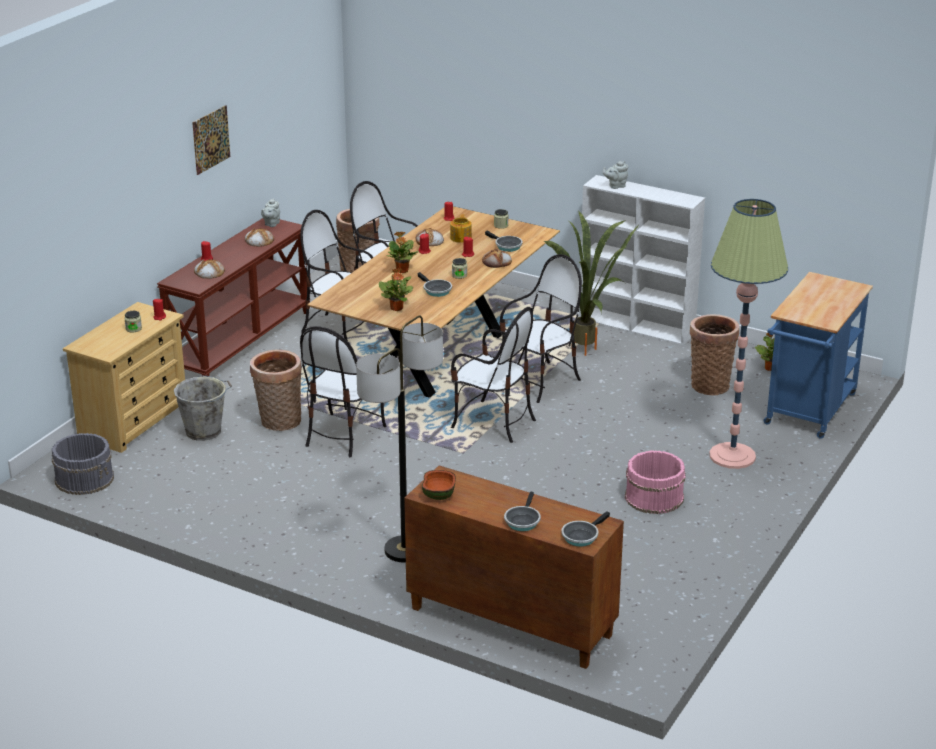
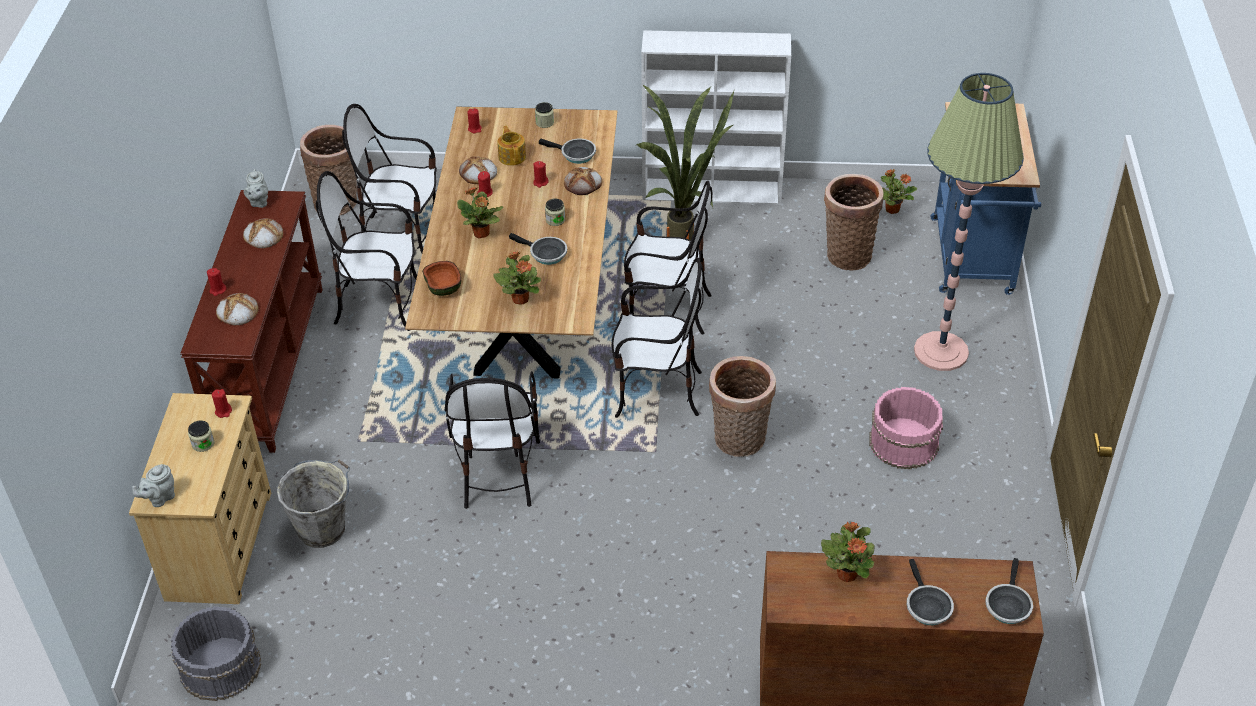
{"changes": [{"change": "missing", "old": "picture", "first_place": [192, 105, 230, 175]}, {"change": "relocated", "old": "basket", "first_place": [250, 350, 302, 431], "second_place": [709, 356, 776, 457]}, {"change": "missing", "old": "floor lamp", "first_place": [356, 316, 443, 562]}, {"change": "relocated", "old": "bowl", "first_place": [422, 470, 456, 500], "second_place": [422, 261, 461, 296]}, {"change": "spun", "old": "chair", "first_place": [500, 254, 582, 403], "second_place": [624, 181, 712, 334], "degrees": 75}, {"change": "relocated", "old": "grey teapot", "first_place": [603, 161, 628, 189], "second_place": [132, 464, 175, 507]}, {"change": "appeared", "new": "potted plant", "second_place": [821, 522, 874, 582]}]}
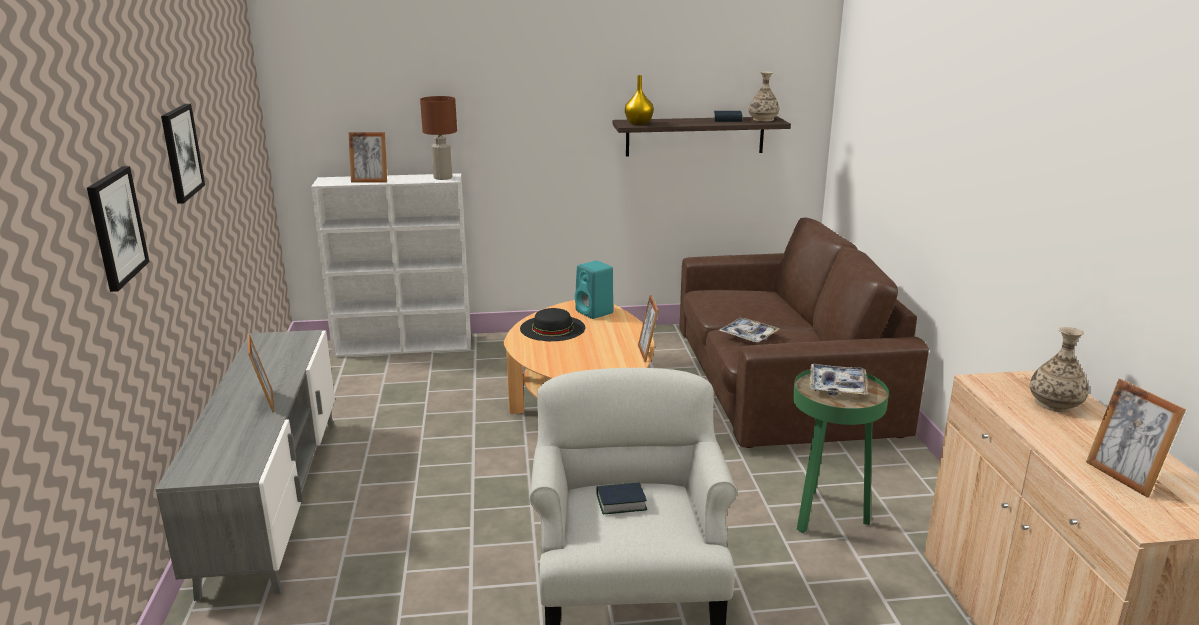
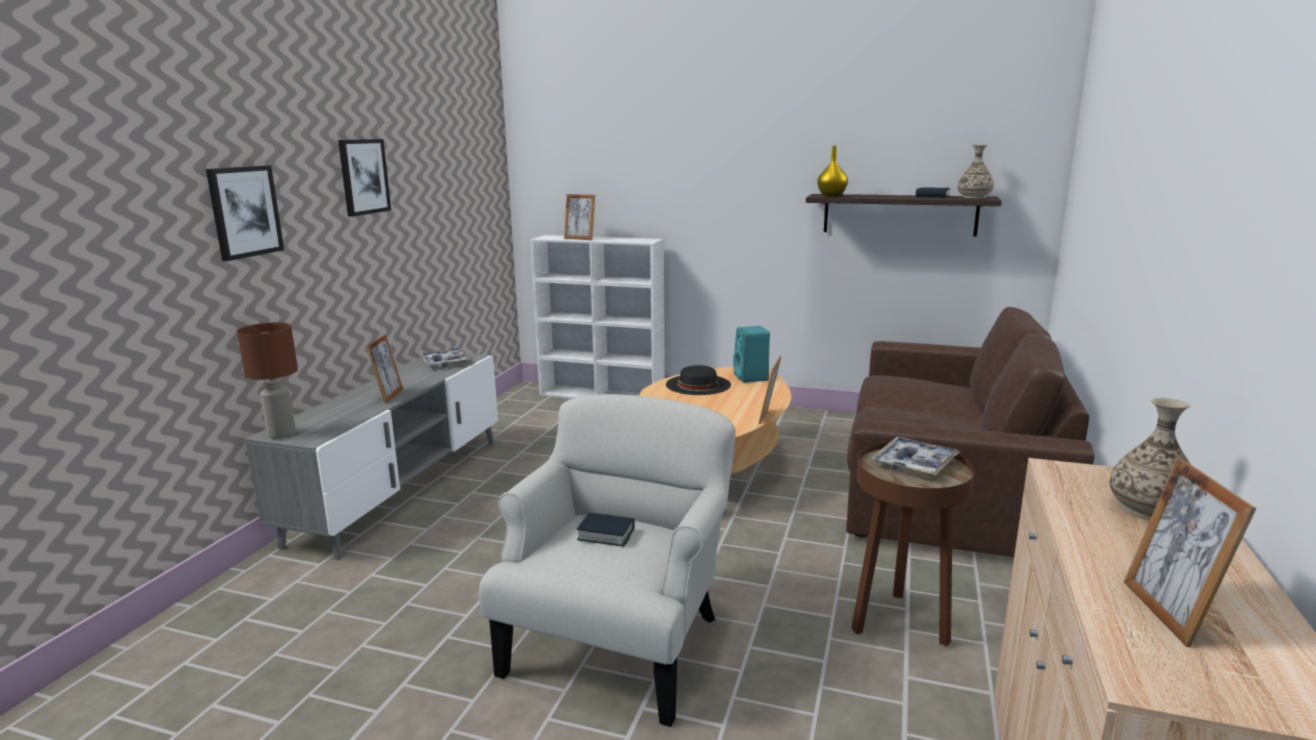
{"changes": [{"change": "relocated", "old": "brown table lamp", "first_place": [420, 96, 457, 180], "second_place": [237, 322, 298, 439]}, {"change": "relocated", "old": "tray", "first_place": [718, 318, 780, 343], "second_place": [420, 348, 470, 367]}, {"change": "colour", "old": "green side table", "new": "brown side table", "first_place": [793, 369, 889, 533], "second_place": [851, 443, 974, 646]}]}
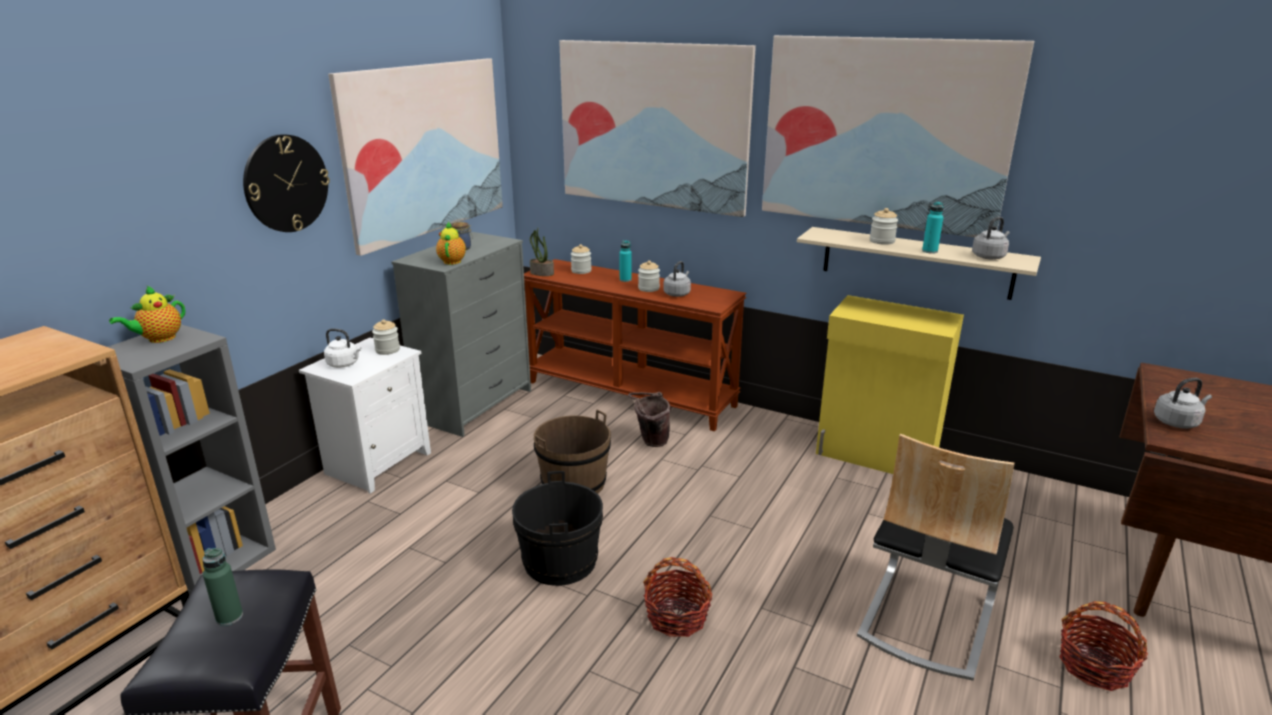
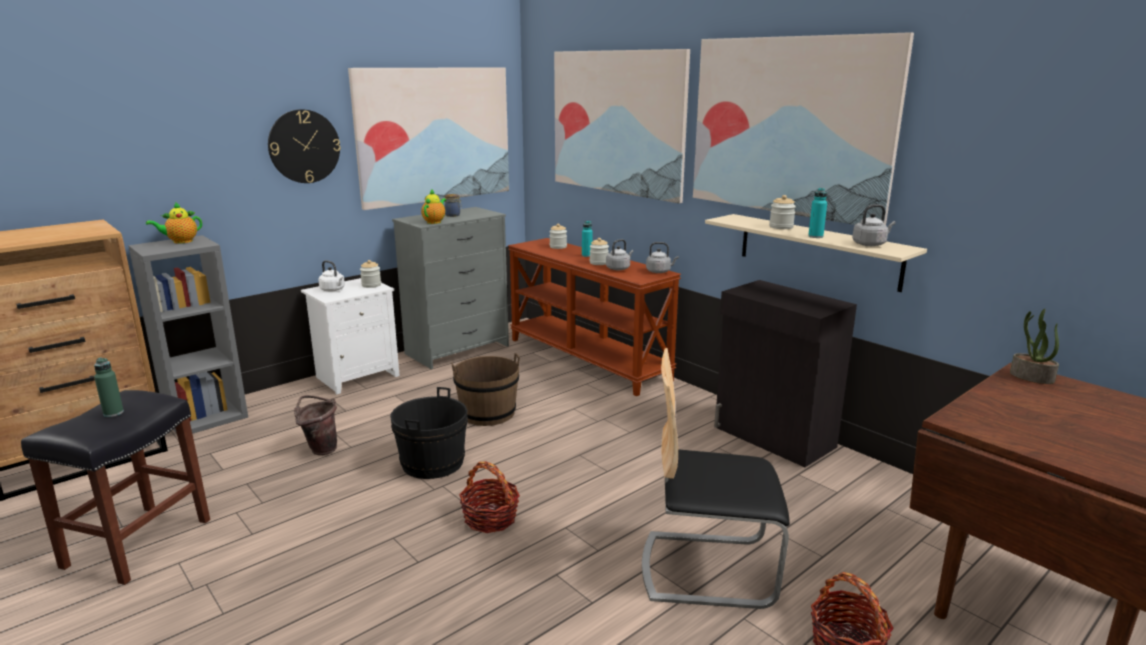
{"changes": [{"change": "relocated", "old": "potted plant", "first_place": [530, 228, 554, 276], "second_place": [1010, 308, 1059, 384]}, {"change": "relocated", "old": "brown bucket", "first_place": [628, 392, 671, 447], "second_place": [294, 395, 337, 455]}, {"change": "colour", "old": "yellow cabinet", "new": "black cabinet", "first_place": [816, 295, 964, 474], "second_place": [714, 280, 857, 467]}, {"change": "spun", "old": "chair", "first_place": [857, 434, 1014, 681], "second_place": [642, 348, 790, 609], "degrees": 45}, {"change": "relocated", "old": "grey kettle", "first_place": [1154, 378, 1212, 429], "second_place": [646, 242, 679, 273]}]}
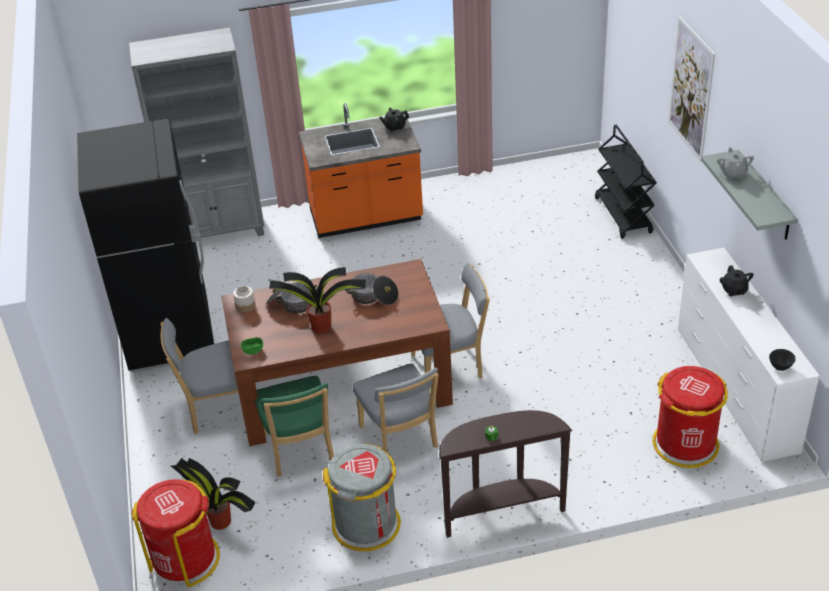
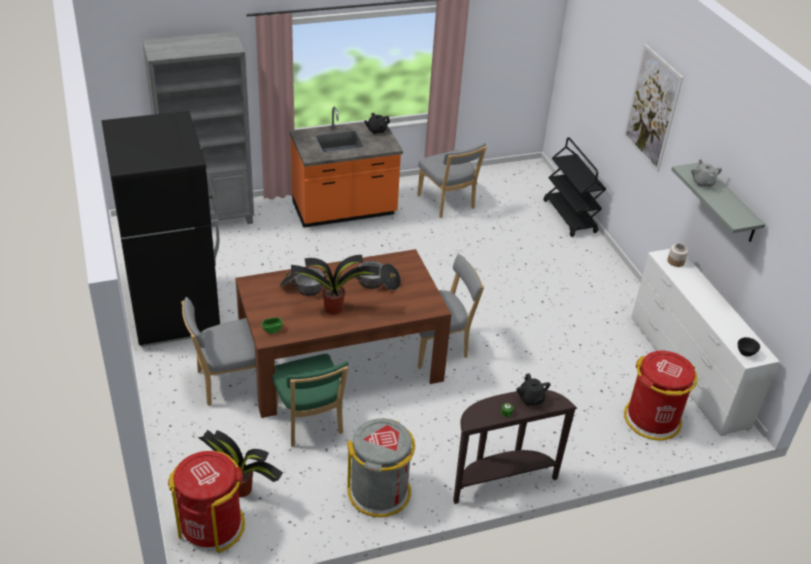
{"changes": [{"change": "relocated", "old": "jar", "first_place": [233, 286, 256, 313], "second_place": [667, 244, 688, 267]}, {"change": "relocated", "old": "grey chair", "first_place": [353, 364, 439, 453], "second_place": [417, 143, 487, 218]}, {"change": "relocated", "old": "black teapot", "first_place": [720, 265, 754, 297], "second_place": [516, 373, 551, 406]}]}
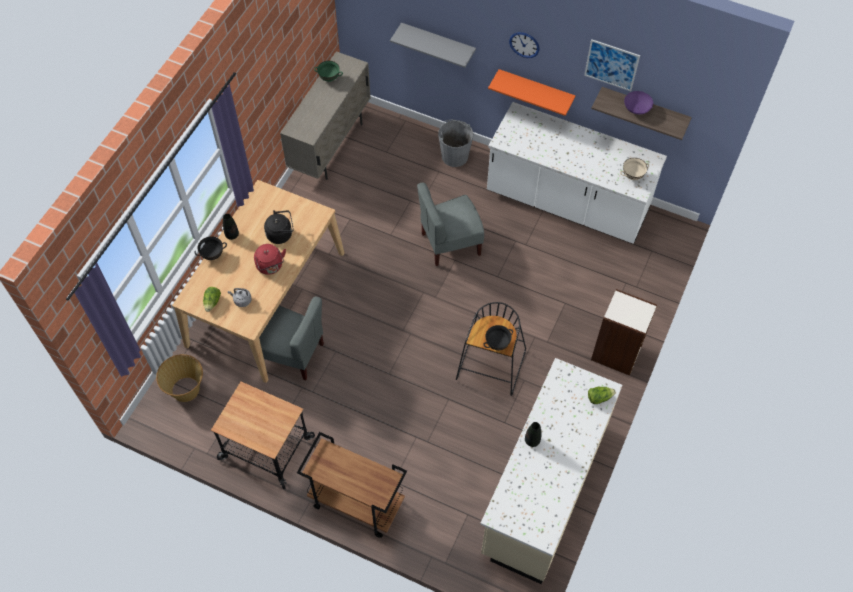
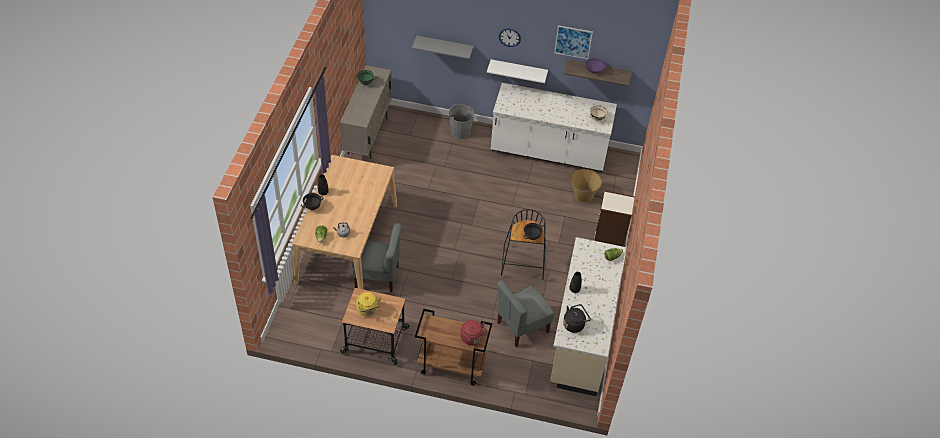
{"changes": [{"change": "relocated", "old": "basket", "first_place": [156, 354, 203, 402], "second_place": [571, 169, 602, 203]}, {"change": "relocated", "old": "red kettle", "first_place": [254, 244, 286, 275], "second_place": [460, 320, 487, 345]}, {"change": "relocated", "old": "black kettle", "first_place": [264, 210, 294, 244], "second_place": [563, 304, 591, 333]}, {"change": "relocated", "old": "grey chair", "first_place": [417, 182, 484, 266], "second_place": [497, 280, 554, 347]}, {"change": "colour", "old": "orange shelf", "new": "white shelf", "first_place": [488, 69, 575, 116], "second_place": [487, 59, 548, 83]}, {"change": "appeared", "new": "yellow kettle", "second_place": [356, 292, 382, 316]}]}
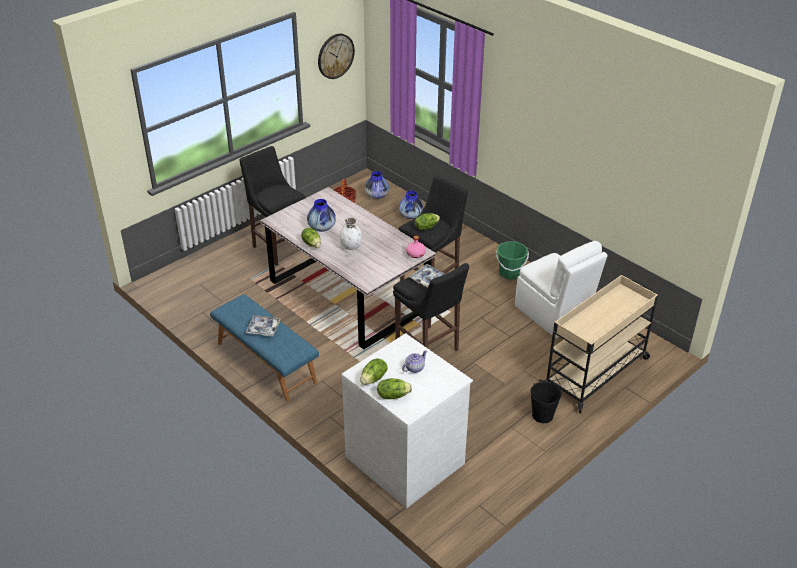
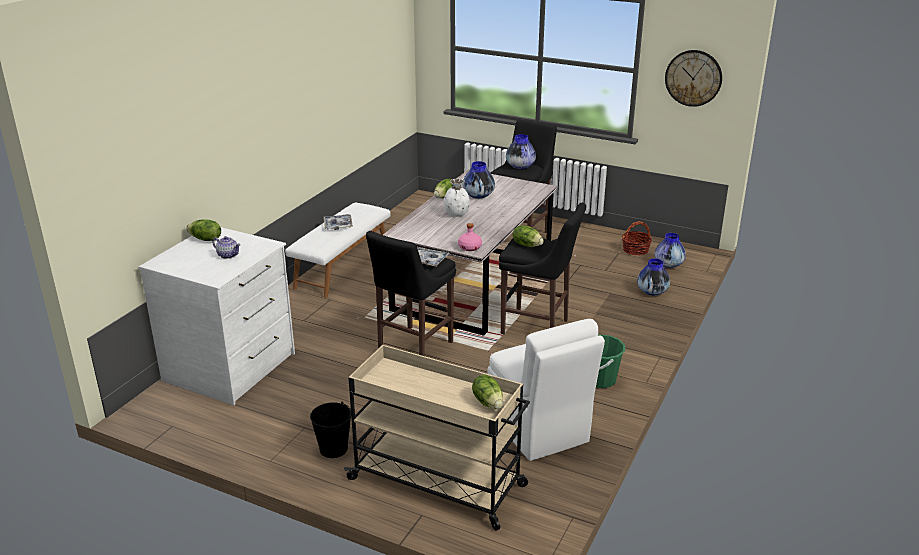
{"changes": [{"change": "colour", "old": "blue bench", "new": "white bench", "first_place": [210, 294, 319, 402], "second_place": [285, 202, 391, 298]}, {"change": "relocated", "old": "lettuce", "first_place": [377, 378, 412, 399], "second_place": [472, 375, 503, 409]}, {"change": "spun", "old": "white chair", "first_place": [515, 241, 608, 338], "second_place": [487, 319, 605, 461], "degrees": -60}, {"change": "appeared", "new": "vase", "second_place": [506, 134, 536, 169]}]}
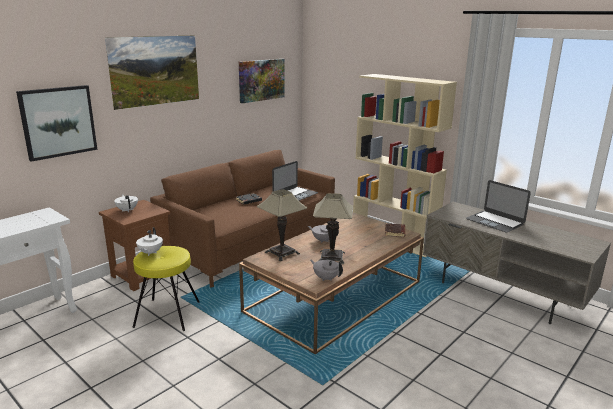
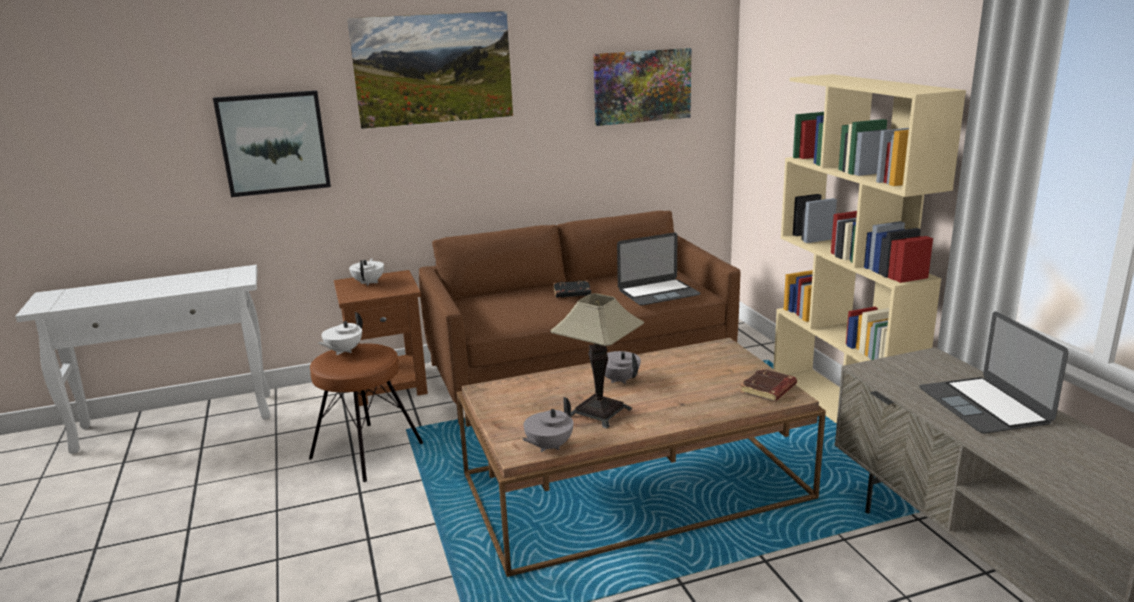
{"changes": [{"change": "colour", "old": "yellow stool", "new": "brown stool", "first_place": [132, 246, 200, 331], "second_place": [309, 344, 423, 482]}, {"change": "missing", "old": "table lamp", "first_place": [257, 189, 307, 261]}, {"change": "spun", "old": "grey teapot", "first_place": [310, 260, 343, 281], "second_place": [522, 397, 573, 452], "degrees": -120}]}
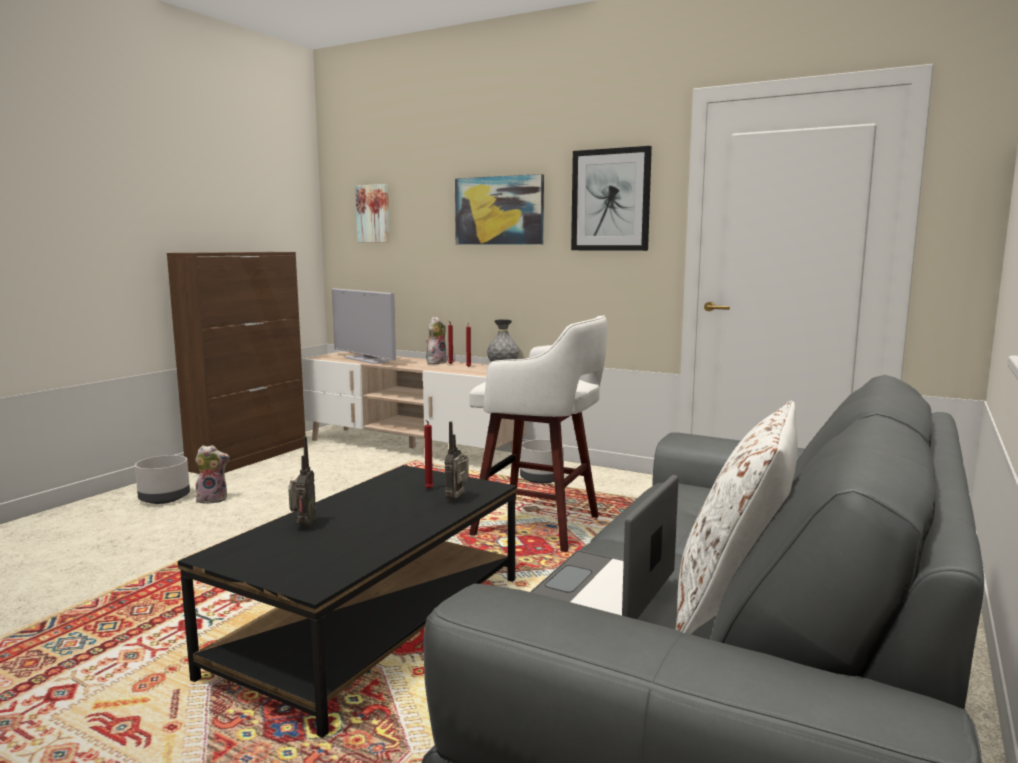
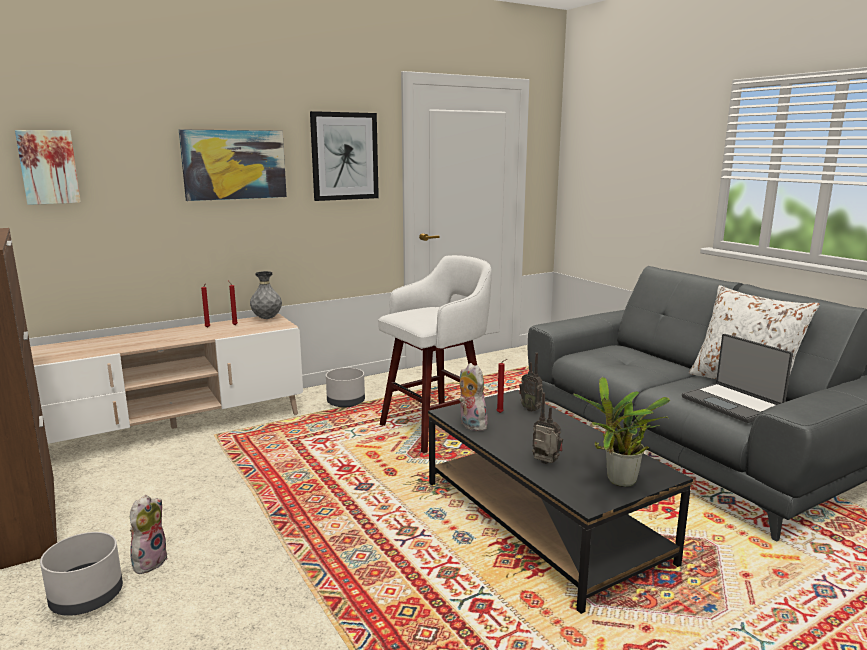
{"changes": [{"change": "missing", "old": "television", "first_place": [332, 288, 396, 364]}, {"change": "relocated", "old": "plush toy", "first_place": [426, 317, 446, 364], "second_place": [459, 363, 487, 431]}, {"change": "appeared", "new": "potted plant", "second_place": [573, 377, 670, 487]}]}
